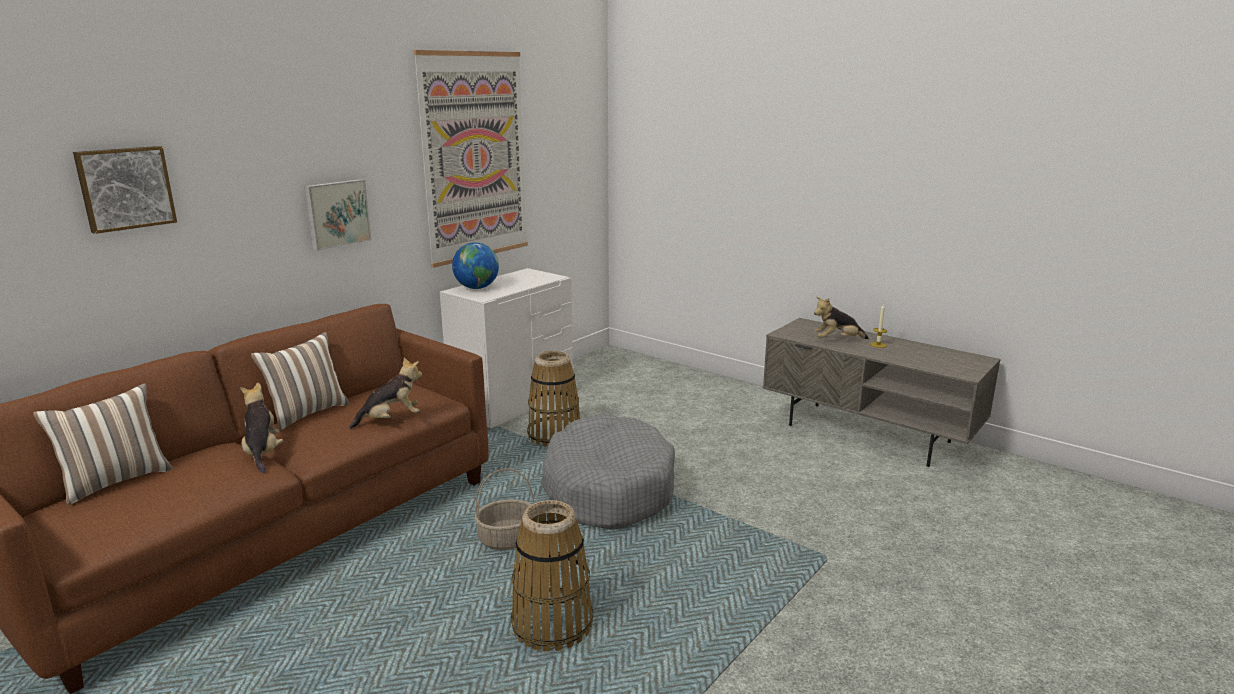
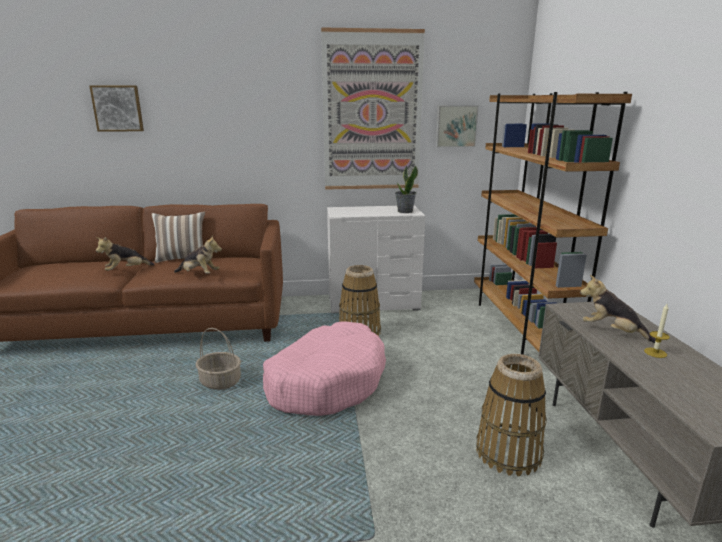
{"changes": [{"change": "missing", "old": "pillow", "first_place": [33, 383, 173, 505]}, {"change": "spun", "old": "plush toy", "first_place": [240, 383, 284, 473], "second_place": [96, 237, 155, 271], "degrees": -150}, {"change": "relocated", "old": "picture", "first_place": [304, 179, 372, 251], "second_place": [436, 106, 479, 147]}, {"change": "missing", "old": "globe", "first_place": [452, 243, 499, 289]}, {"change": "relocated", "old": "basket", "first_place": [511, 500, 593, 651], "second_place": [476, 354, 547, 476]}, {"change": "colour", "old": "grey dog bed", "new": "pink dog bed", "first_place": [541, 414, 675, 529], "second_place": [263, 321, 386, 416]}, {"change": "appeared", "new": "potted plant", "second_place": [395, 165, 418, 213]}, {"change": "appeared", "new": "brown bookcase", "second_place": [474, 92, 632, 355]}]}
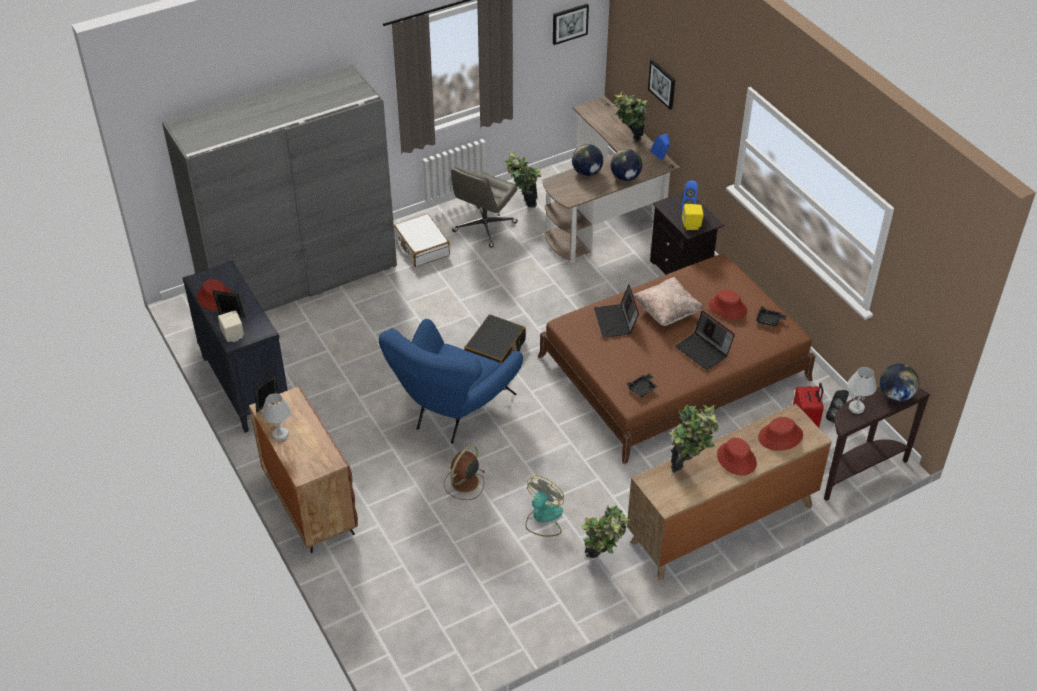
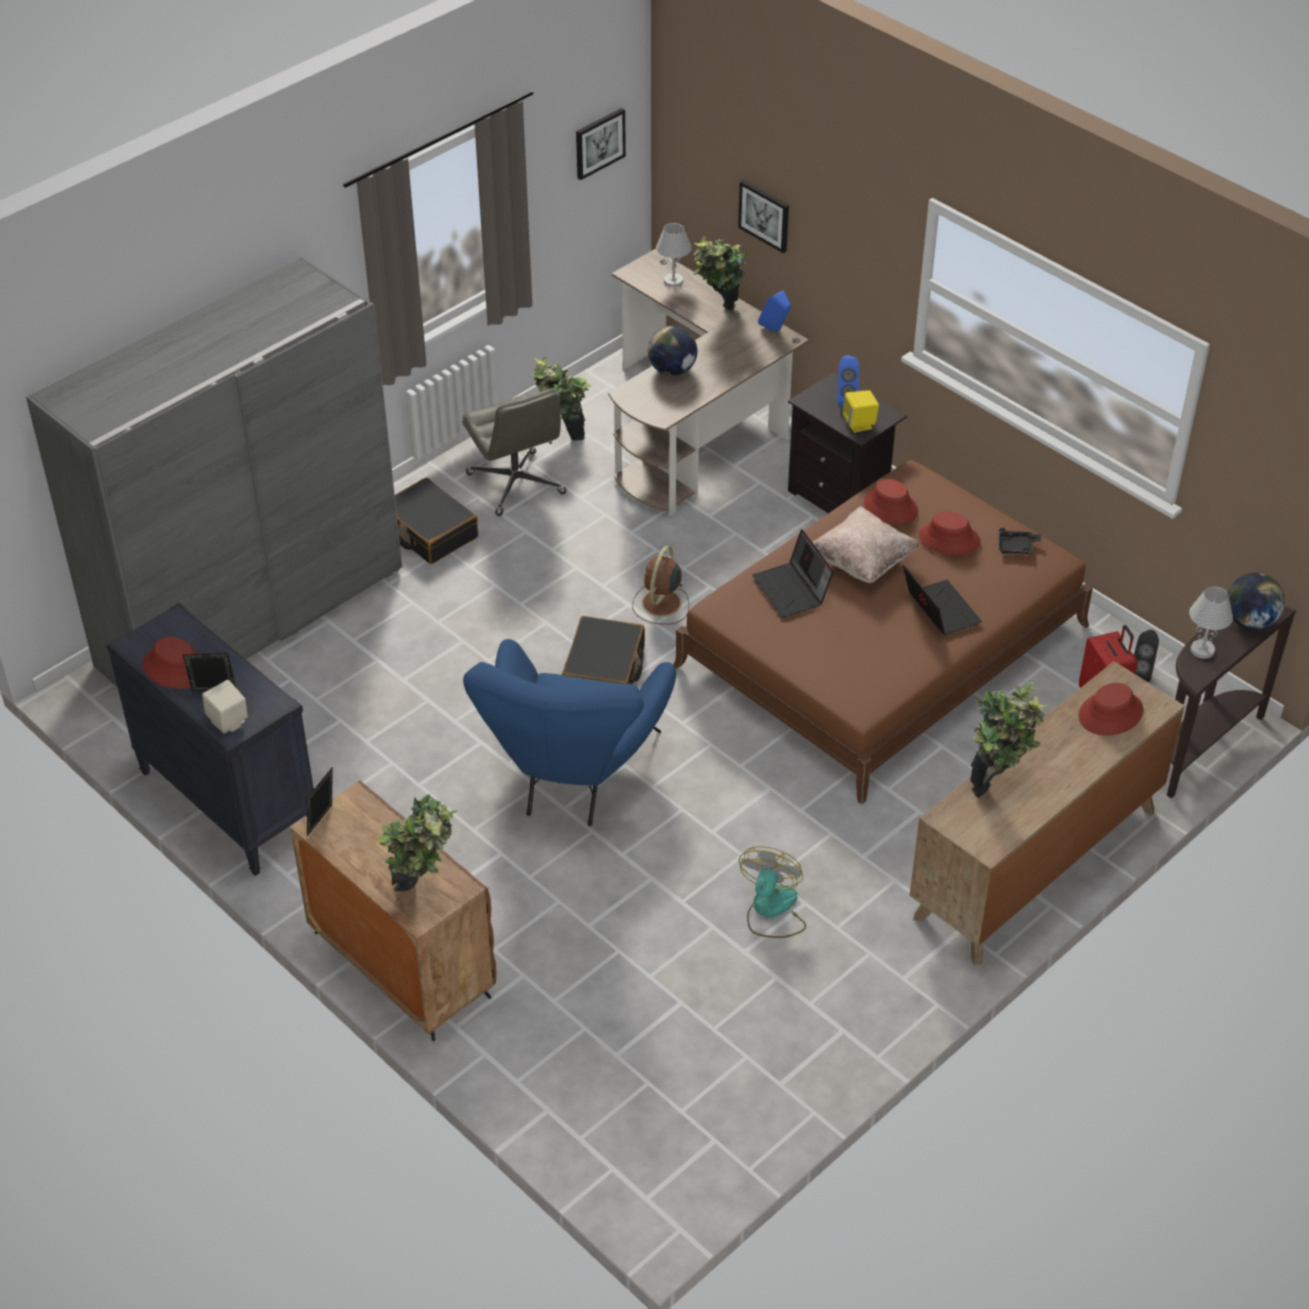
{"changes": [{"change": "relocated", "old": "white table lamp", "first_place": [262, 393, 291, 441], "second_place": [656, 223, 691, 287]}, {"change": "colour", "old": "white suitcase", "new": "black suitcase", "first_place": [394, 214, 450, 267], "second_place": [395, 477, 478, 564]}, {"change": "relocated", "old": "brown fan", "first_place": [444, 445, 485, 500], "second_place": [632, 546, 689, 625]}, {"change": "spun", "old": "grey office chair", "first_place": [451, 166, 518, 248], "second_place": [462, 389, 567, 516], "degrees": -45}, {"change": "relocated", "old": "potted plant", "first_place": [582, 506, 631, 558], "second_place": [378, 794, 458, 892]}, {"change": "missing", "old": "globe", "first_place": [610, 149, 642, 181]}, {"change": "missing", "old": "black tray", "first_place": [627, 373, 658, 398]}, {"change": "spun", "old": "laptop", "first_place": [675, 311, 735, 370], "second_place": [903, 565, 982, 635], "degrees": -150}, {"change": "relocated", "old": "red hat", "first_place": [717, 438, 757, 476], "second_place": [864, 479, 918, 525]}]}
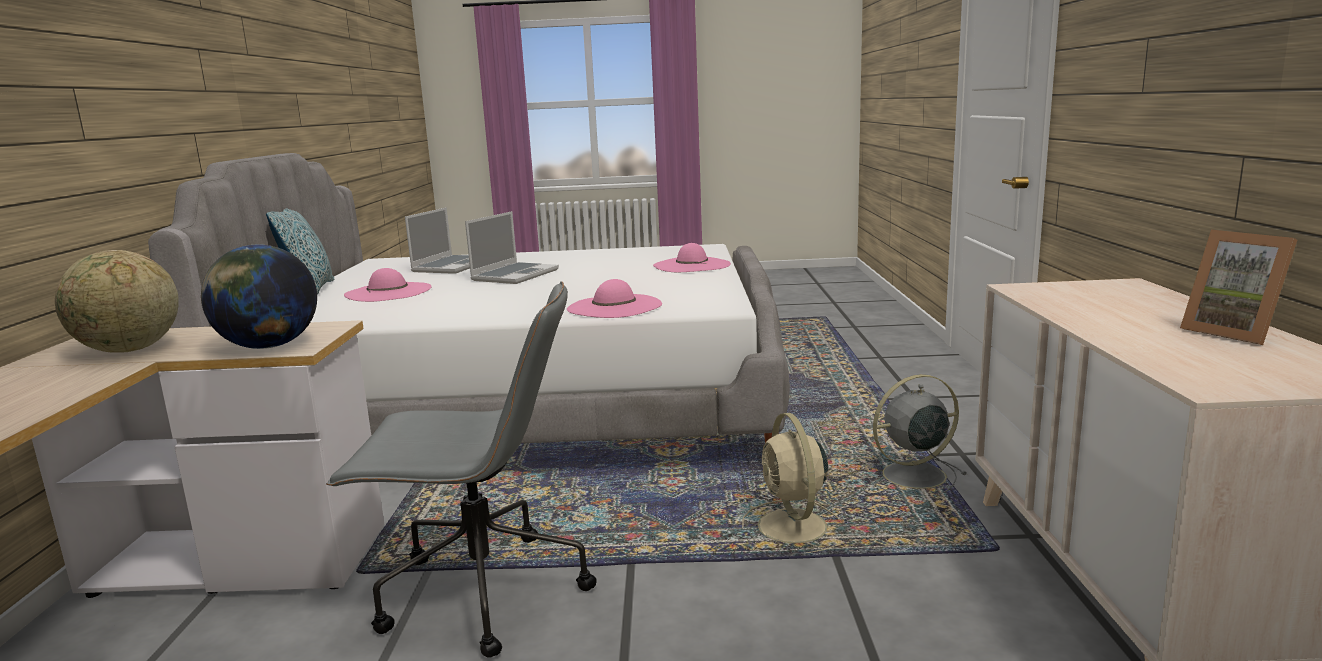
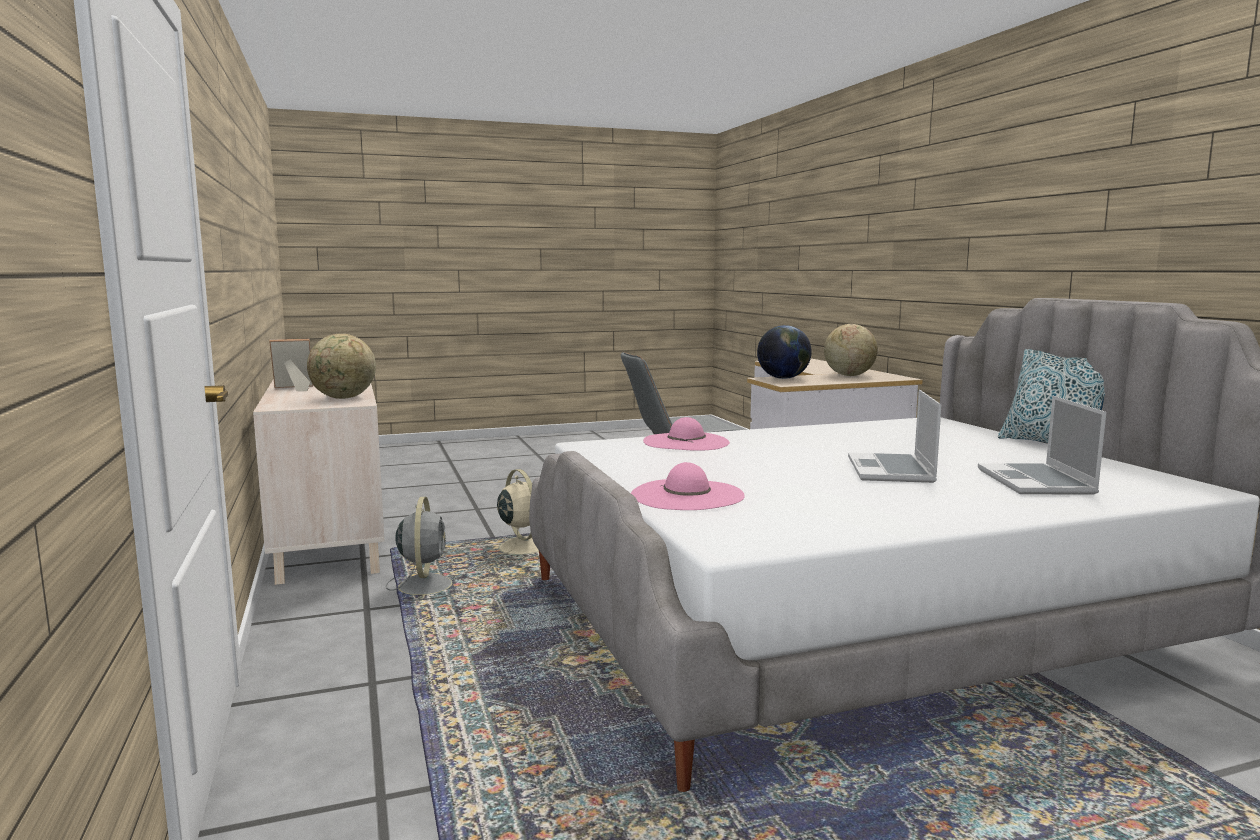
{"changes": [{"change": "missing", "old": "pink hat", "first_place": [344, 268, 432, 302]}, {"change": "spun", "old": "grey fan", "first_place": [868, 374, 967, 494], "second_place": [386, 497, 463, 602], "degrees": -60}, {"change": "spun", "old": "picture frame", "first_place": [1180, 230, 1297, 345], "second_place": [269, 339, 313, 391], "degrees": -60}, {"change": "appeared", "new": "globe", "second_place": [307, 334, 376, 399]}]}
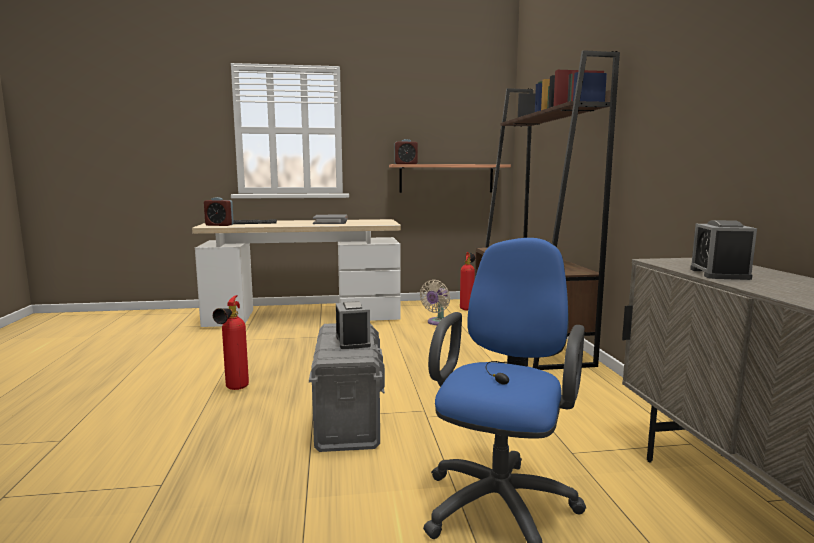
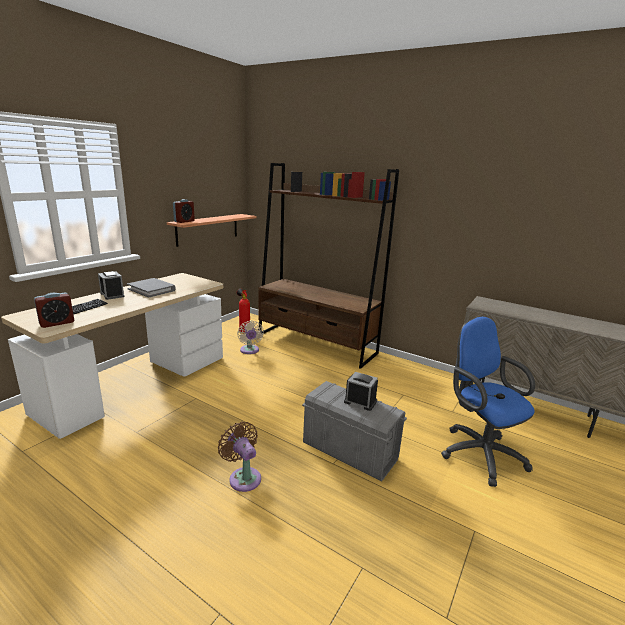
{"changes": [{"change": "exchanged", "old": "fire extinguisher", "new": "brown fan", "first_place": [213, 295, 249, 390], "second_place": [218, 422, 261, 492]}, {"change": "relocated", "old": "alarm clock", "first_place": [690, 220, 757, 280], "second_place": [98, 271, 124, 300]}]}
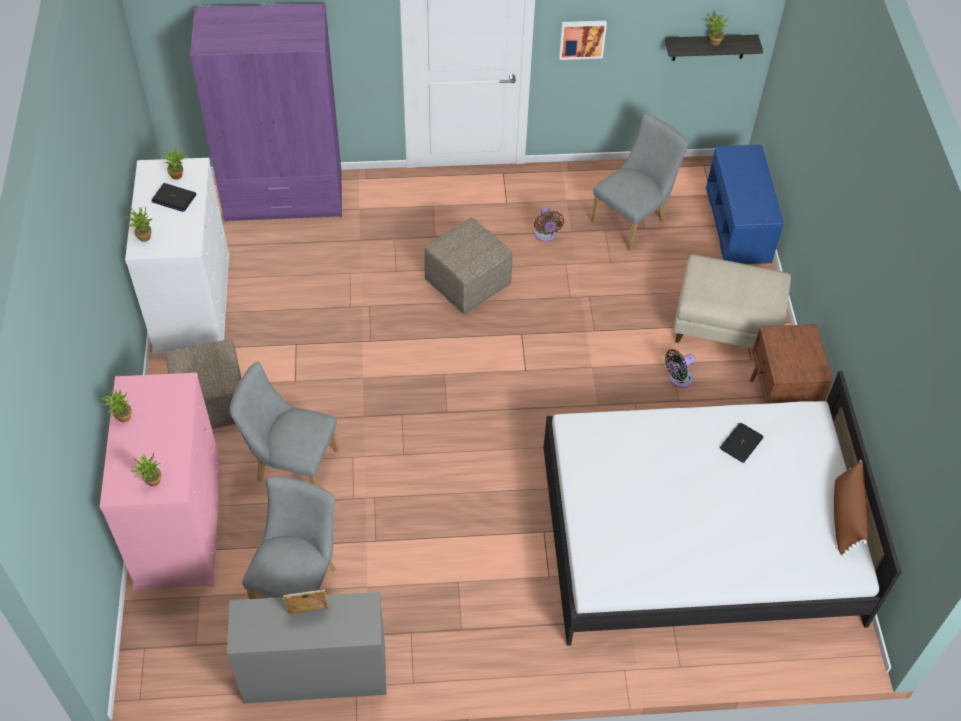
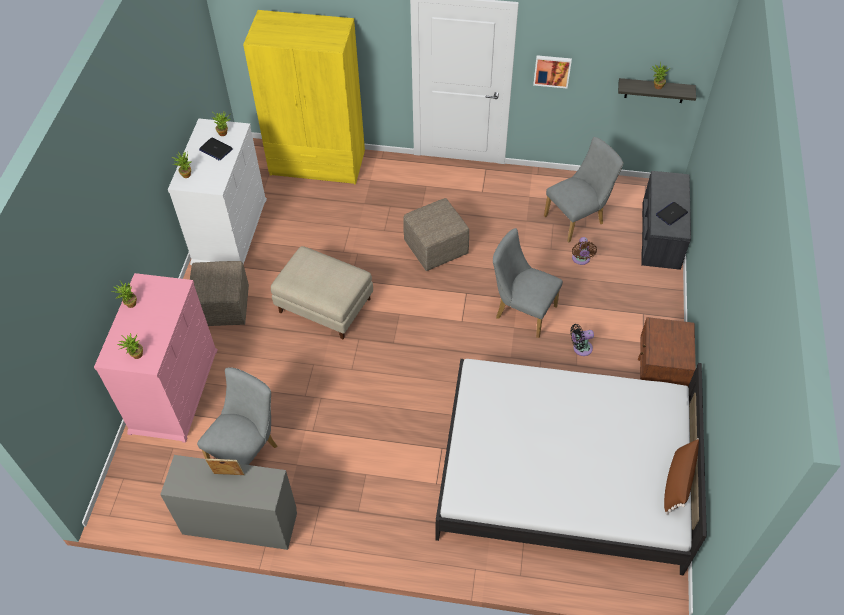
{"changes": [{"change": "colour", "old": "purple wardrobe", "new": "yellow wardrobe", "first_place": [190, 3, 342, 222], "second_place": [243, 10, 365, 185]}, {"change": "relocated", "old": "grey chair", "first_place": [230, 362, 339, 486], "second_place": [493, 228, 563, 338]}, {"change": "relocated", "old": "brown fan", "first_place": [534, 207, 564, 242], "second_place": [572, 237, 597, 265]}, {"change": "relocated", "old": "beige ottoman", "first_place": [673, 254, 791, 349], "second_place": [271, 246, 373, 339]}, {"change": "colour", "old": "blue bench", "new": "grey bench", "first_place": [706, 145, 784, 264], "second_place": [641, 171, 691, 270]}, {"change": "relocated", "old": "laptop", "first_place": [720, 423, 764, 463], "second_place": [656, 202, 688, 226]}]}
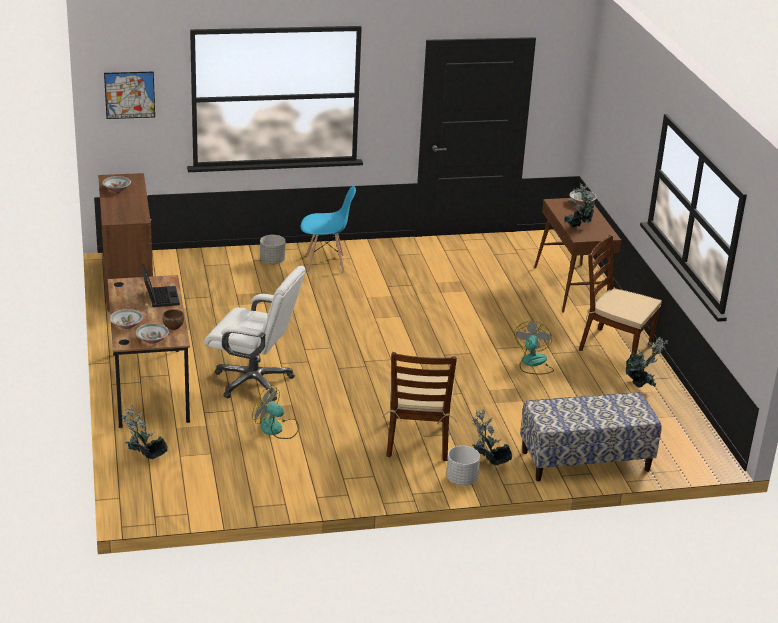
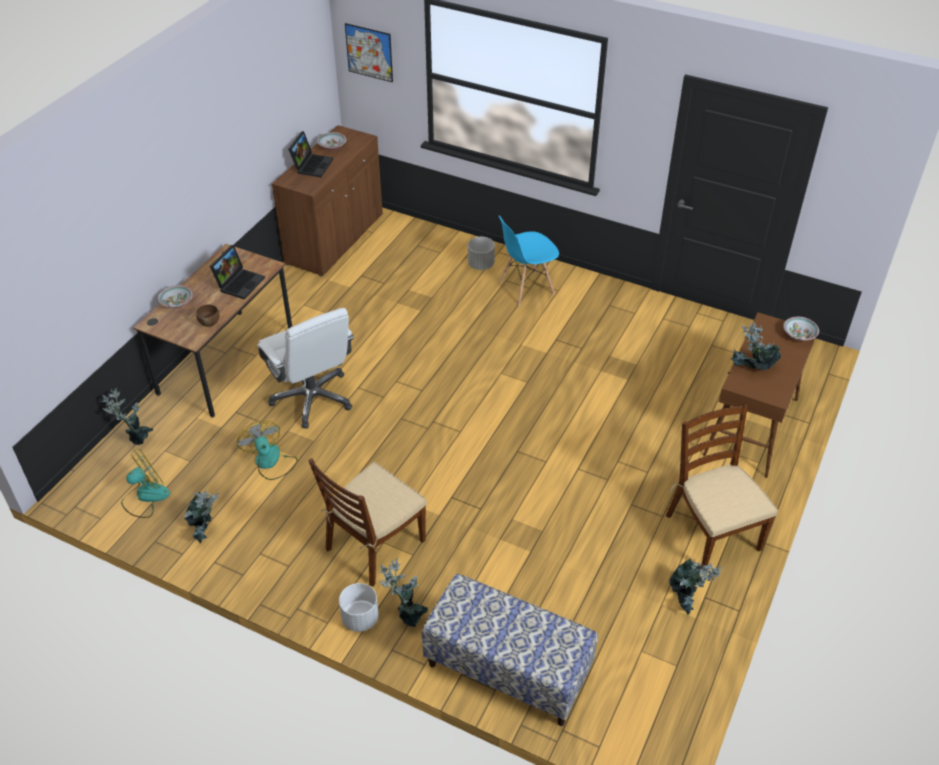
{"changes": [{"change": "missing", "old": "bowl", "first_place": [135, 323, 169, 344]}, {"change": "spun", "old": "blue chair", "first_place": [300, 186, 356, 273], "second_place": [498, 215, 559, 306], "degrees": 120}, {"change": "relocated", "old": "fan", "first_place": [514, 321, 554, 374], "second_place": [121, 449, 170, 518]}, {"change": "appeared", "new": "potted plant", "second_place": [184, 490, 220, 544]}, {"change": "appeared", "new": "laptop", "second_place": [288, 131, 333, 177]}]}
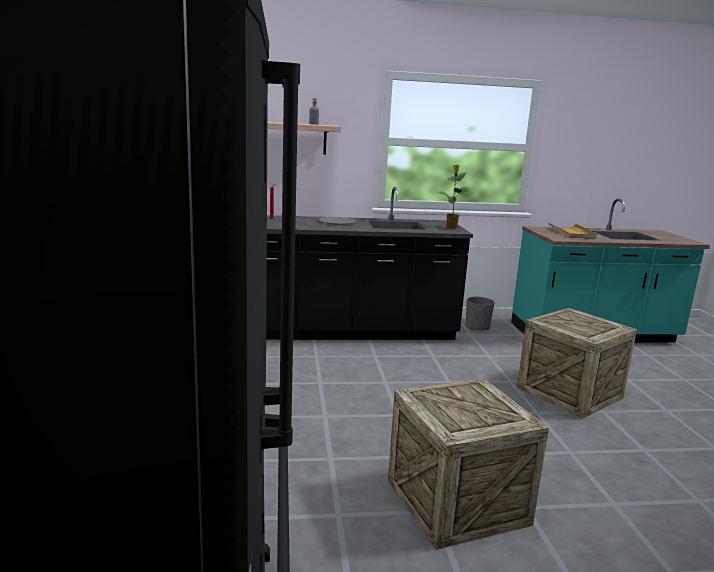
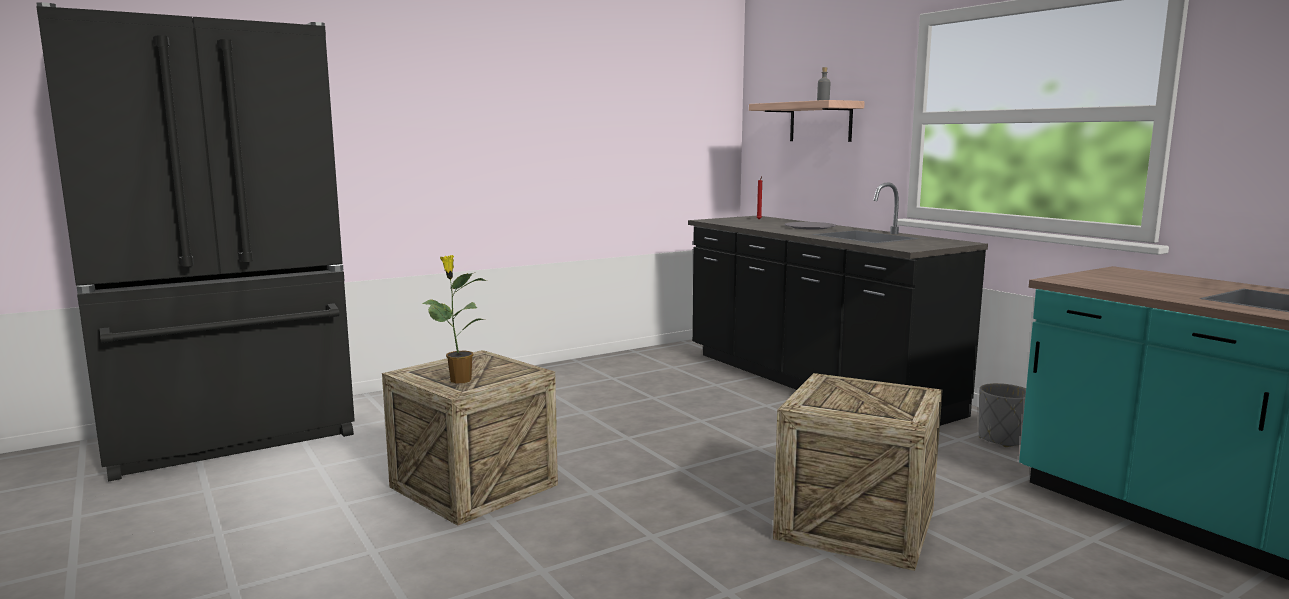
{"changes": [{"change": "relocated", "old": "potted plant", "first_place": [438, 165, 472, 229], "second_place": [422, 255, 487, 383]}, {"change": "missing", "old": "beige tray", "first_place": [548, 223, 597, 239]}]}
